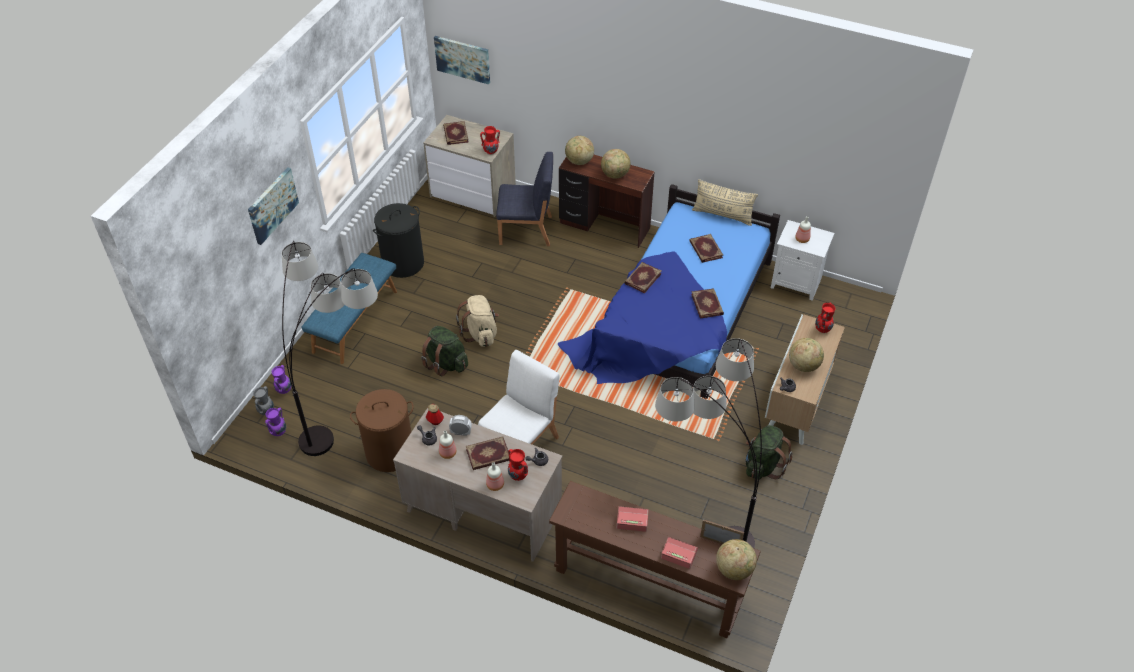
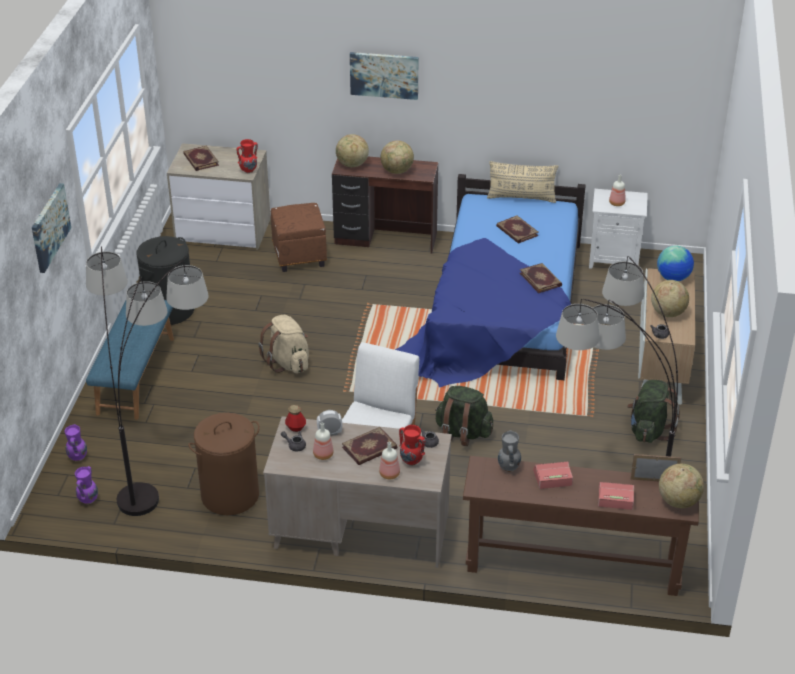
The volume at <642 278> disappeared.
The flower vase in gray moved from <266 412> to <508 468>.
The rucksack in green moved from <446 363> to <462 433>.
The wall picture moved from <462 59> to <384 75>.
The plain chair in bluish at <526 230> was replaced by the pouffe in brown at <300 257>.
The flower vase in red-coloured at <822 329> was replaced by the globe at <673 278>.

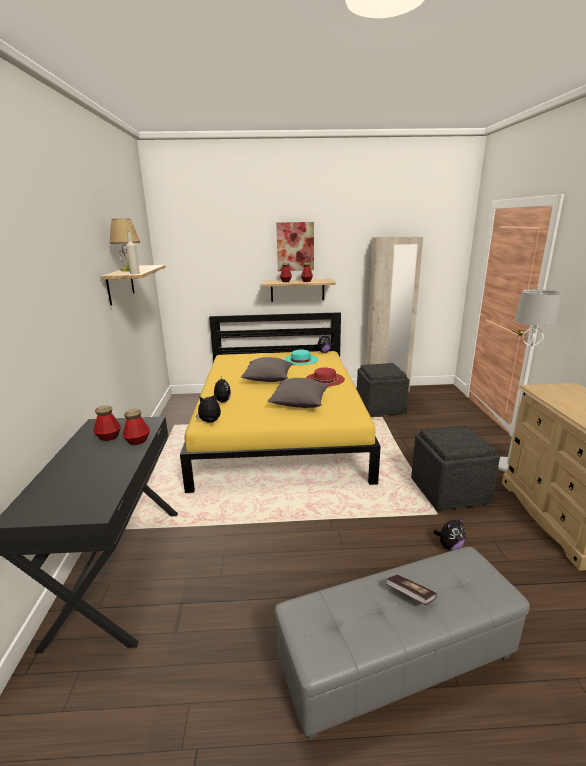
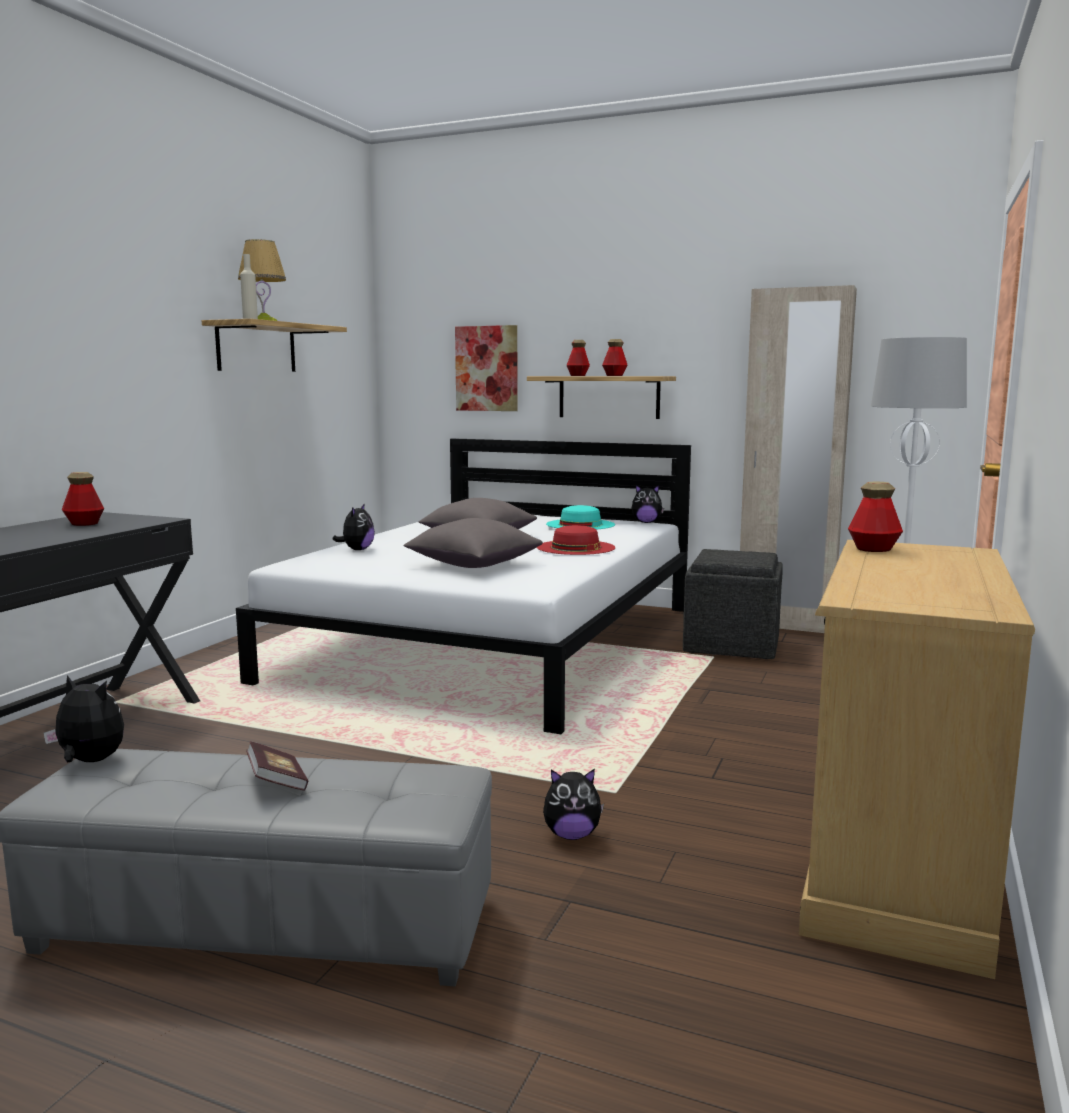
The pouffe in gray at <449 490> disappeared.
The beverage bottle moved from <137 441> to <873 549>.
The cuddly toy moved from <210 422> to <89 762>.
The wall picture moved from <295 246> to <487 368>.
The sleeping bed in yellowish at <280 429> became the sleeping bed in white-coloured at <495 642>.

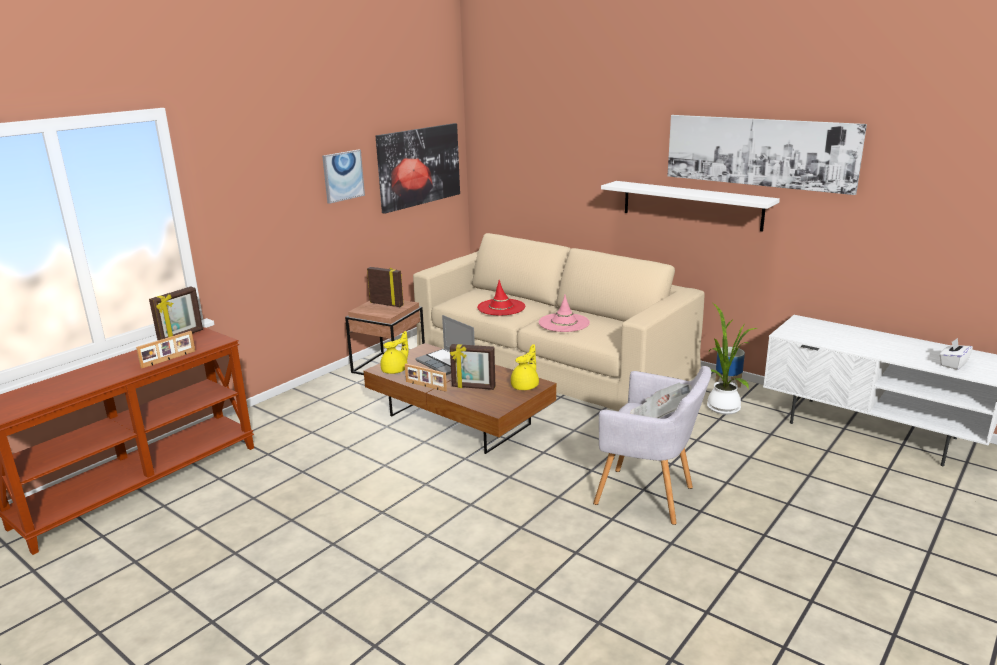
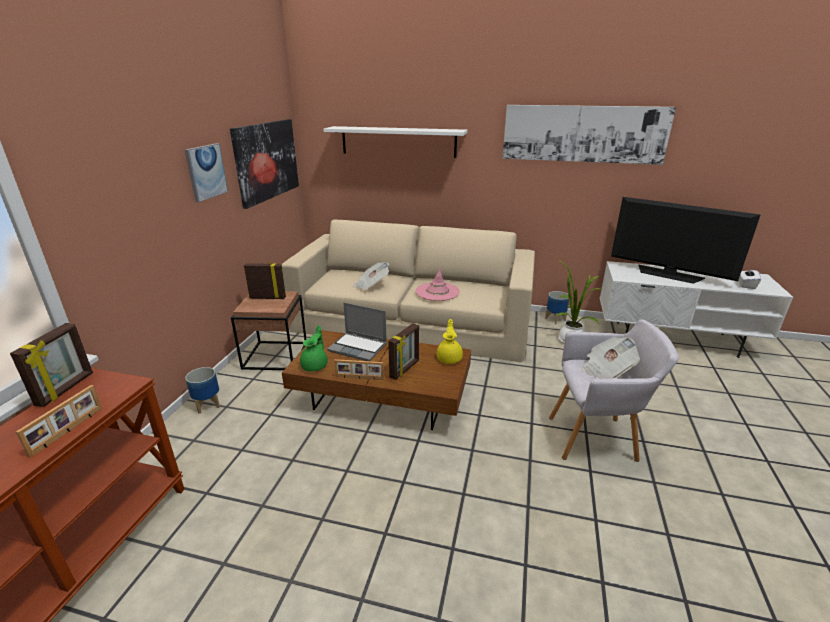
The plant pot at <207 405> appeared.
The TV at <668 275> appeared.
The shelf in white-coloured moved from <691 205> to <398 141>.
The hat in red-coloured at <501 307> was replaced by the newspaper at <371 285>.
The teapot in yellowish at <396 370> became the teapot in green at <315 365>.
The photo frame at <473 387> turned 45 degrees counterclockwise.

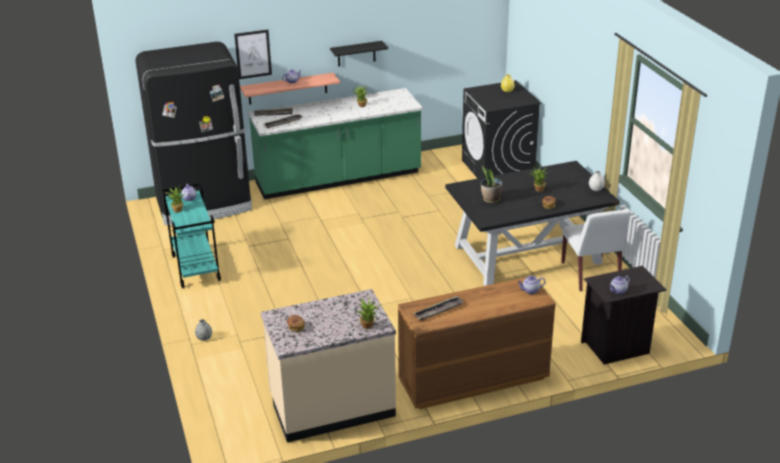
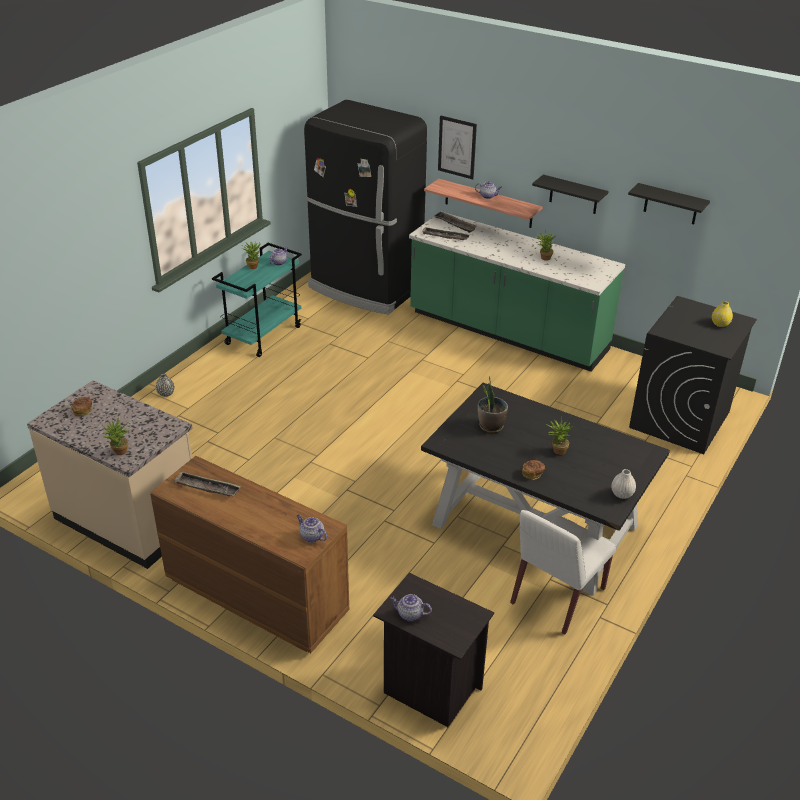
The shelf in black at <671 204> appeared.

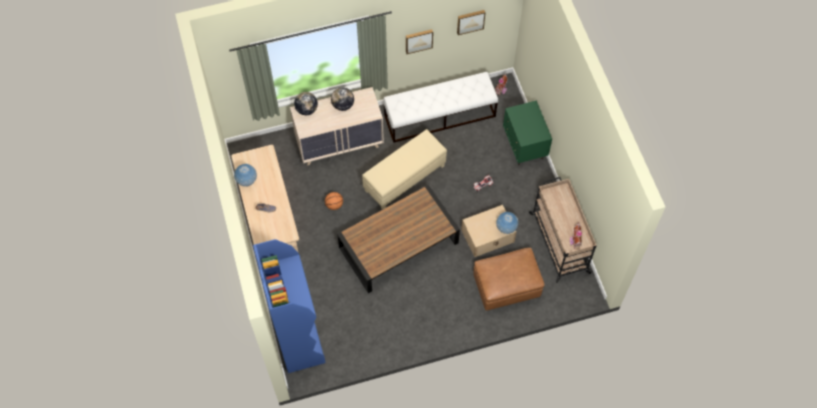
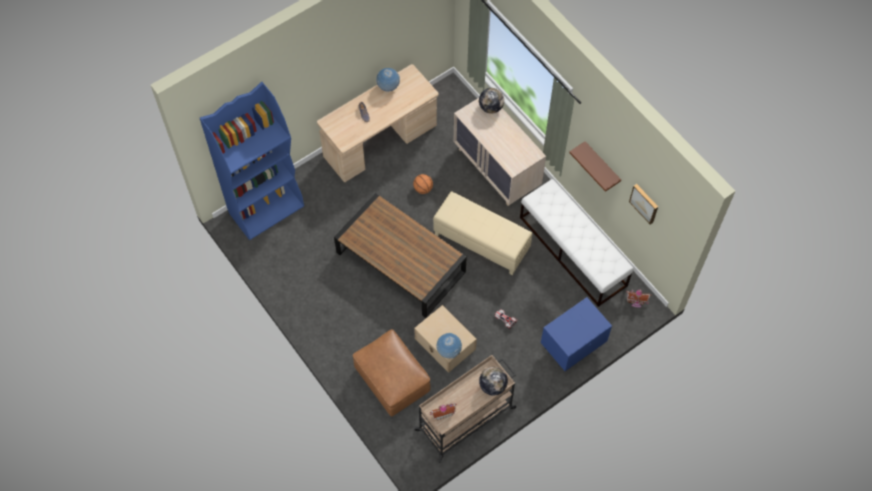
The globe moved from <343 105> to <492 386>.
The wall picture at <418 40> was replaced by the shelf in brown at <601 165>.
The nightstand in green at <524 147> became the nightstand in bluish at <572 348>.

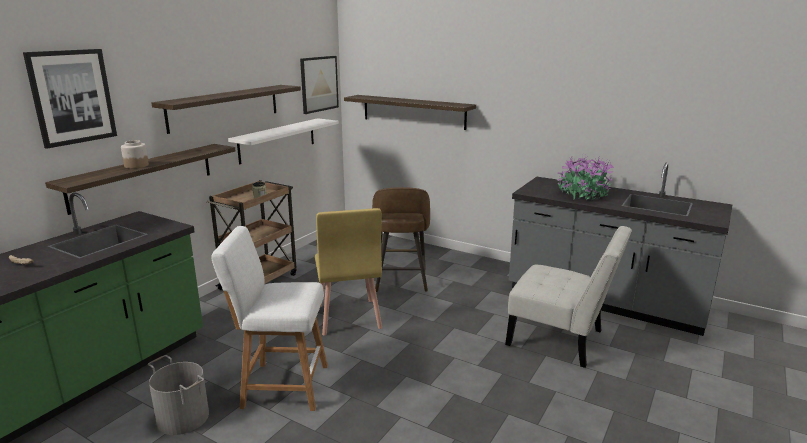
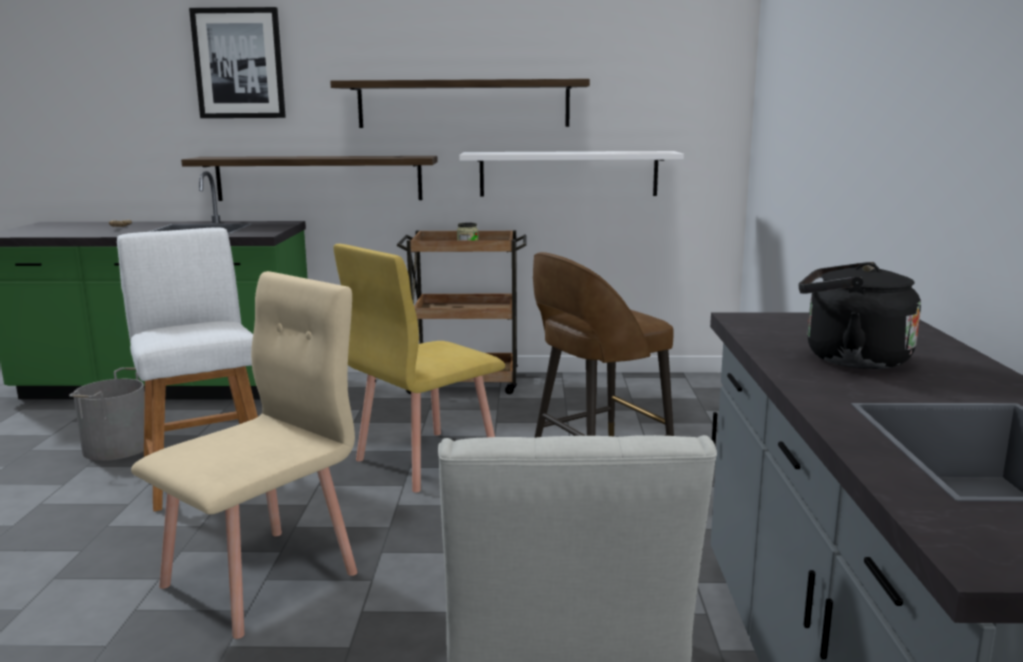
The jar at <136 165> disappeared.
The wall picture at <319 84> disappeared.
The shelf at <413 111> disappeared.
The plain chair in sand-coloured at <262 579> appeared.
The potted plant at <582 195> was replaced by the tea kettle in black at <849 359>.

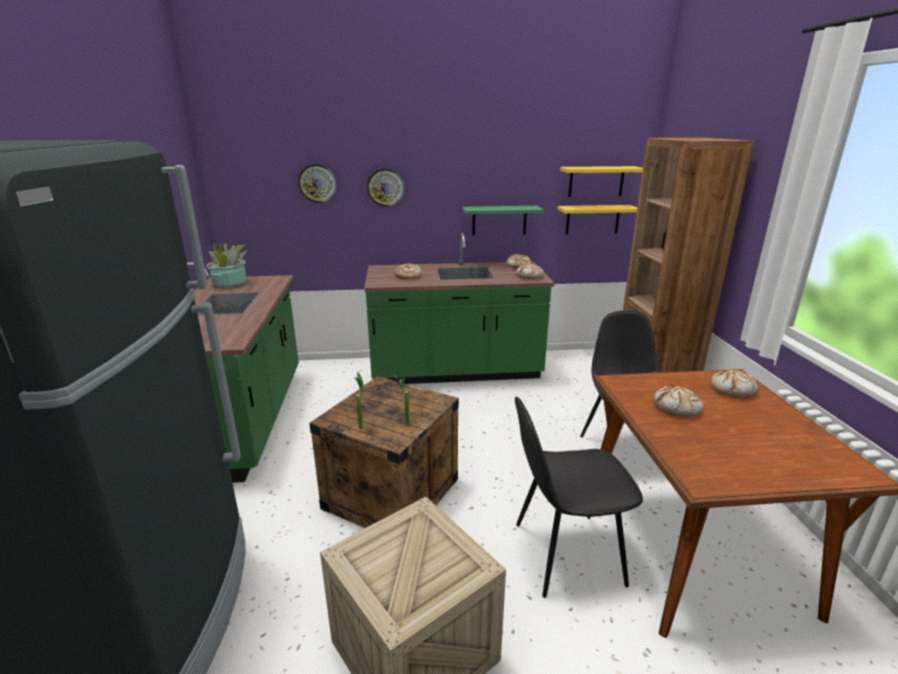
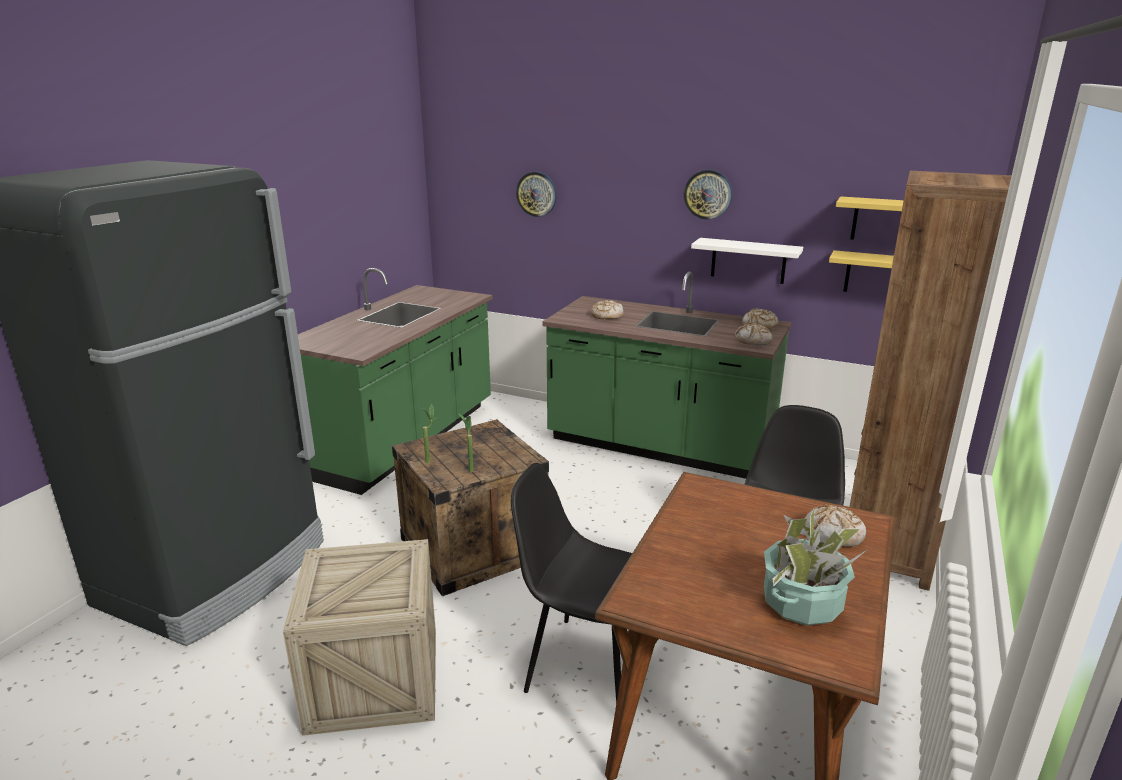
The bread at <677 408> disappeared.
The potted plant moved from <230 283> to <802 603>.
The hanging clock moved from <385 187> to <708 194>.
The shelf in green at <499 220> became the shelf in white-coloured at <748 261>.

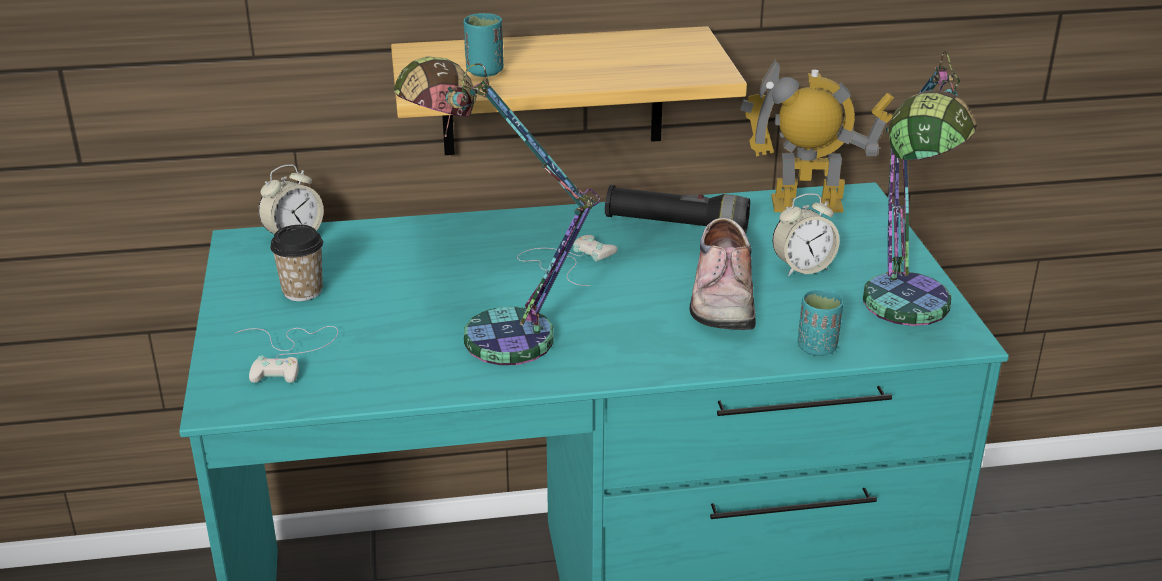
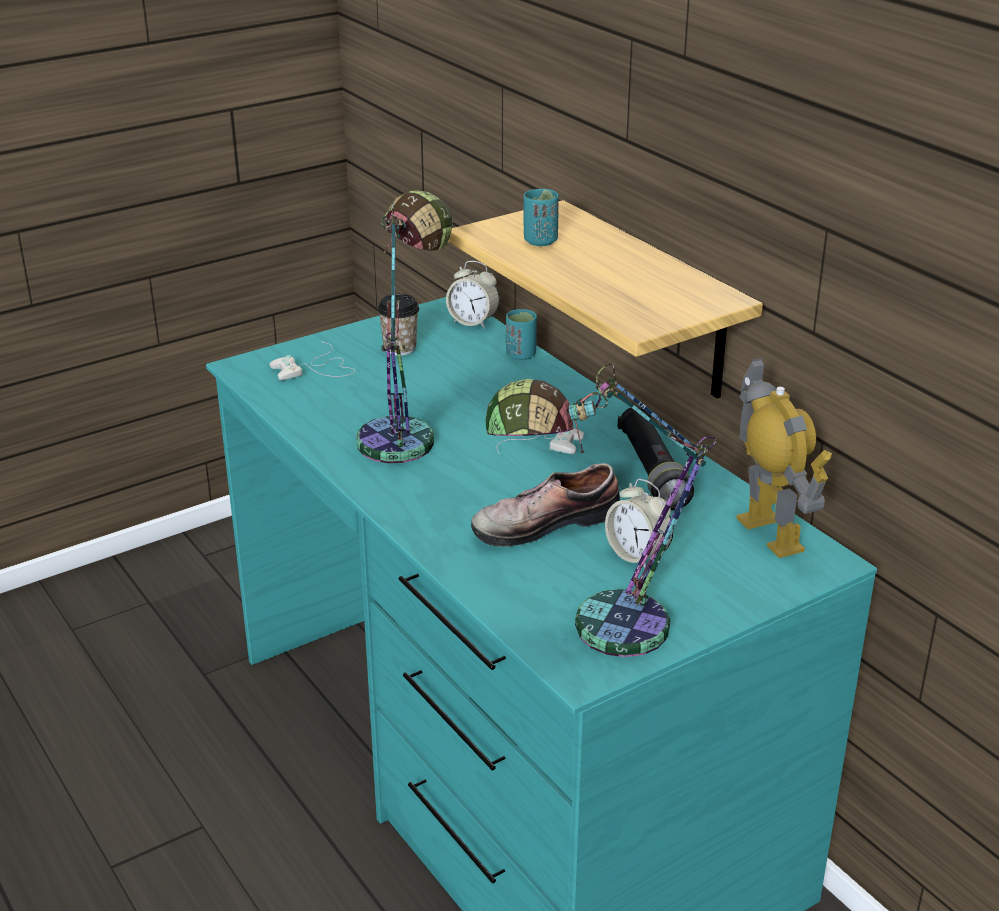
The small cup in blue-green moved from <817 348> to <521 355>.

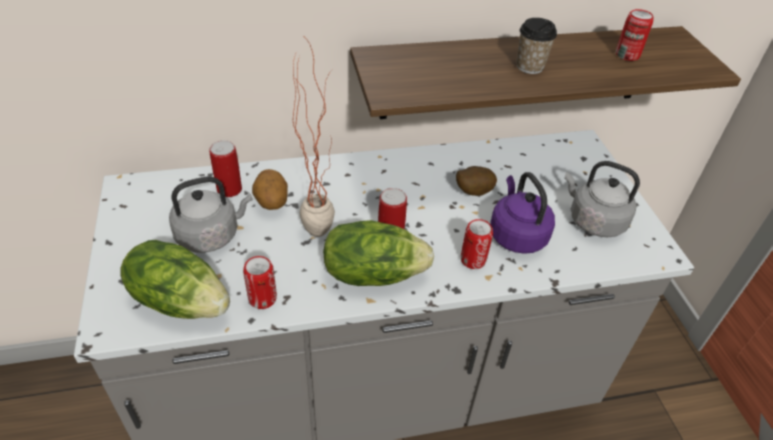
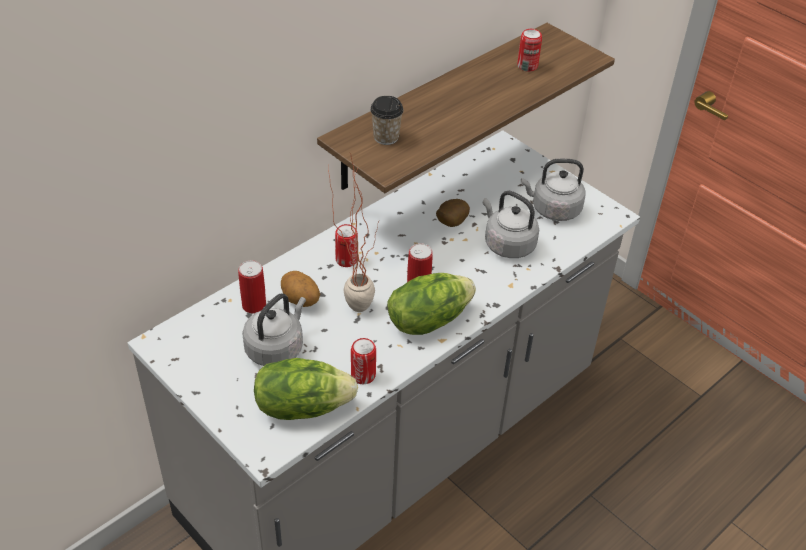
The metal can moved from <473 260> to <346 260>.
The small cup moved from <529 67> to <386 137>.
The tea kettle in purplish at <516 234> became the tea kettle in gray at <507 244>.

